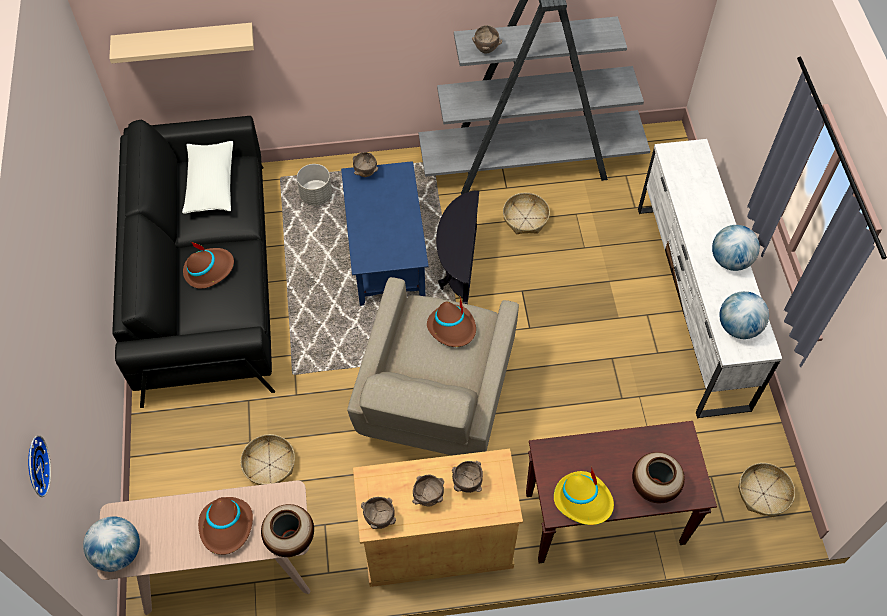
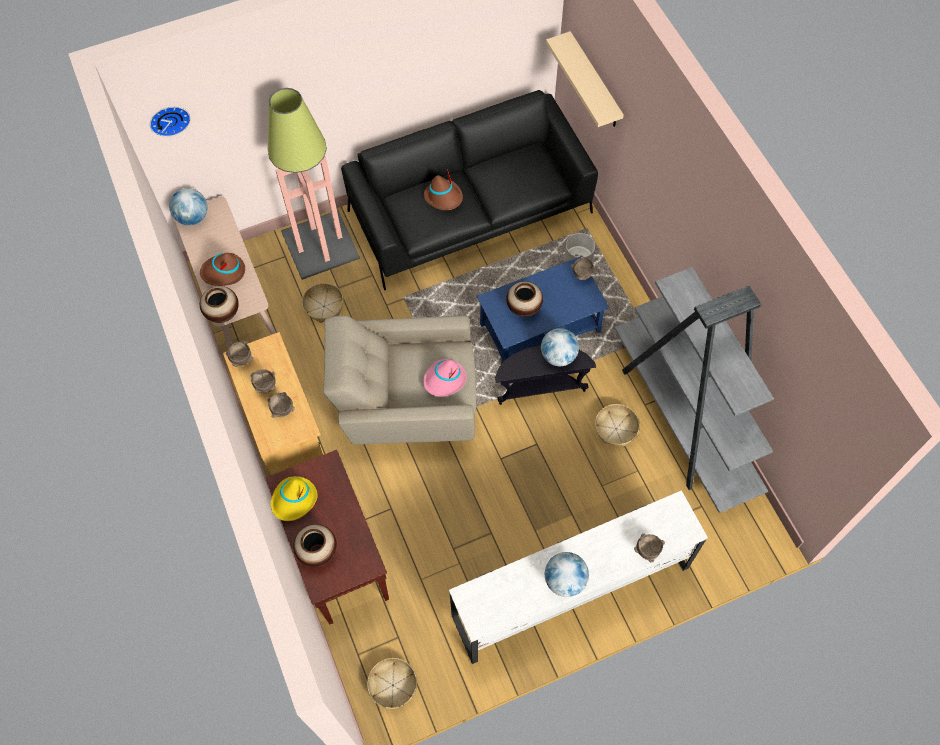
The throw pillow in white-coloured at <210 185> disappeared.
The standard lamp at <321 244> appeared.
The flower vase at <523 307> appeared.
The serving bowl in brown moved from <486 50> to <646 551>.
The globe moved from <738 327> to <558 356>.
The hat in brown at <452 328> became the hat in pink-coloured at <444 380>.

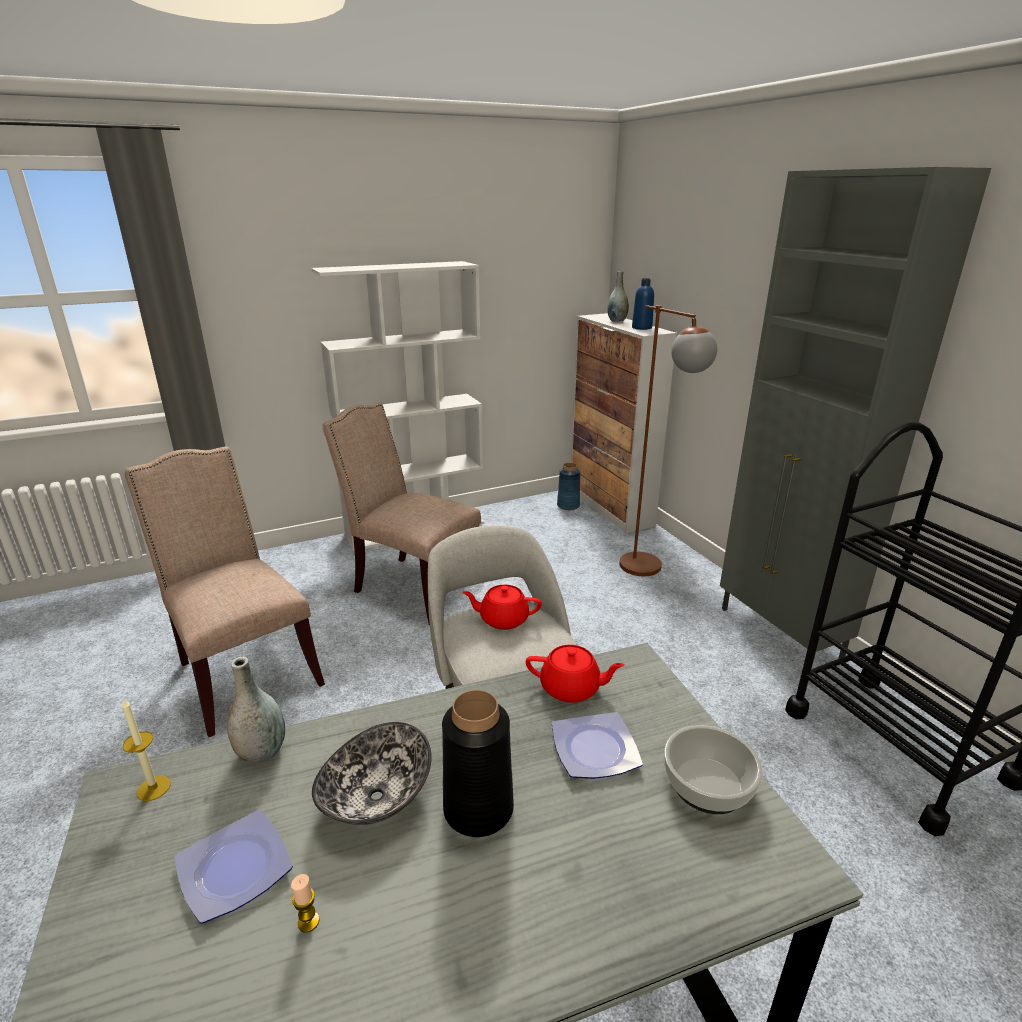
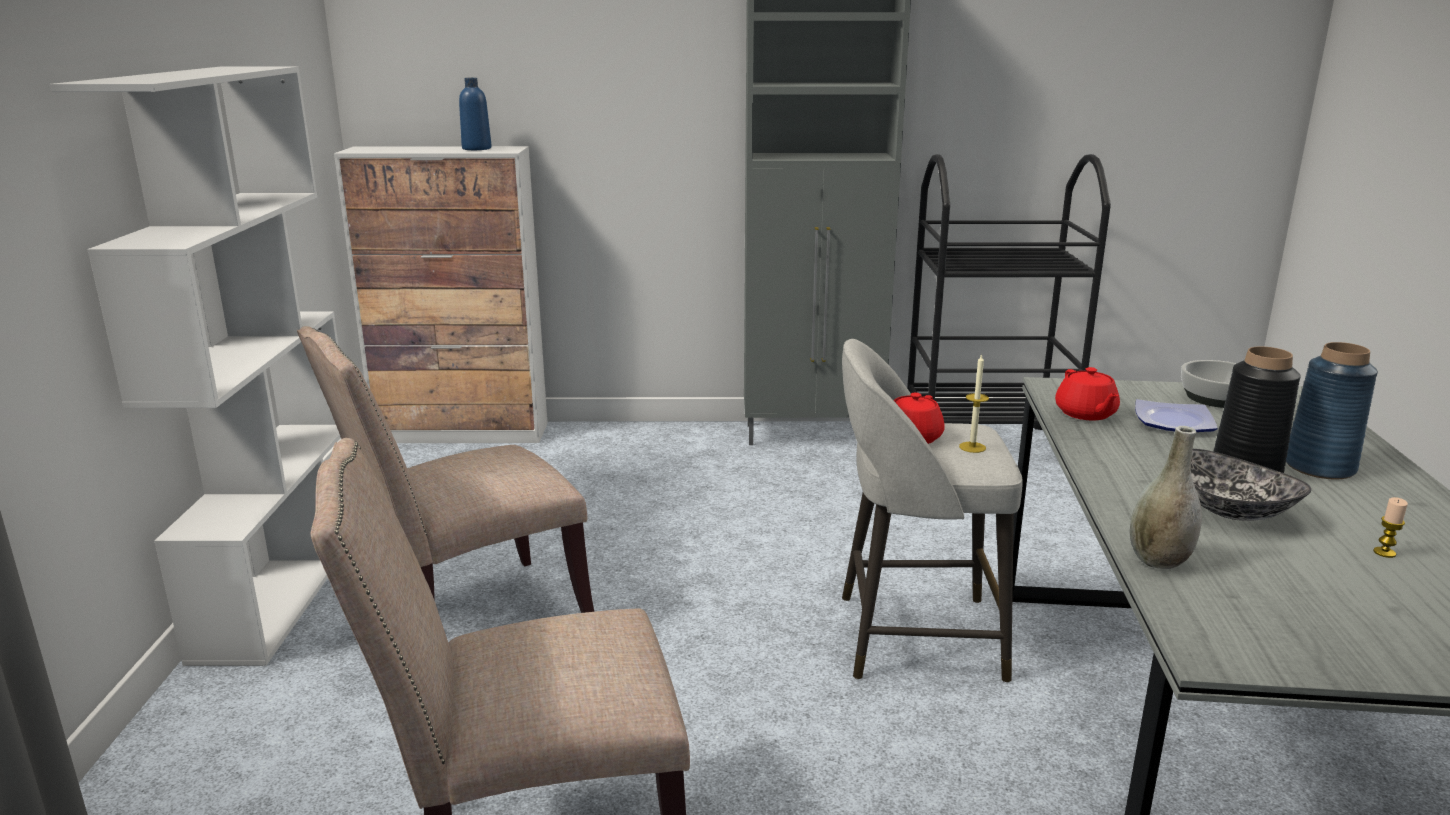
The dinner plate at <232 869> disappeared.
The flower vase in gray at <617 321> disappeared.
The standard lamp in brown at <650 572> disappeared.
The wax light moved from <153 788> to <972 447>.
The flower vase in bluish moved from <568 505> to <1319 467>.
The teapot in red-coloured at <571 688> turned 135 degrees clockwise.

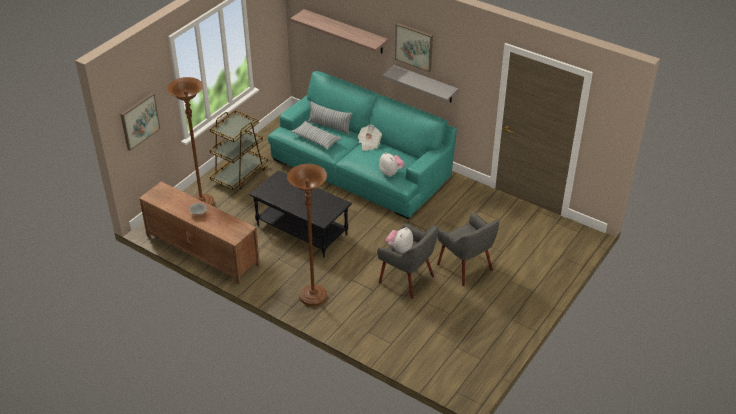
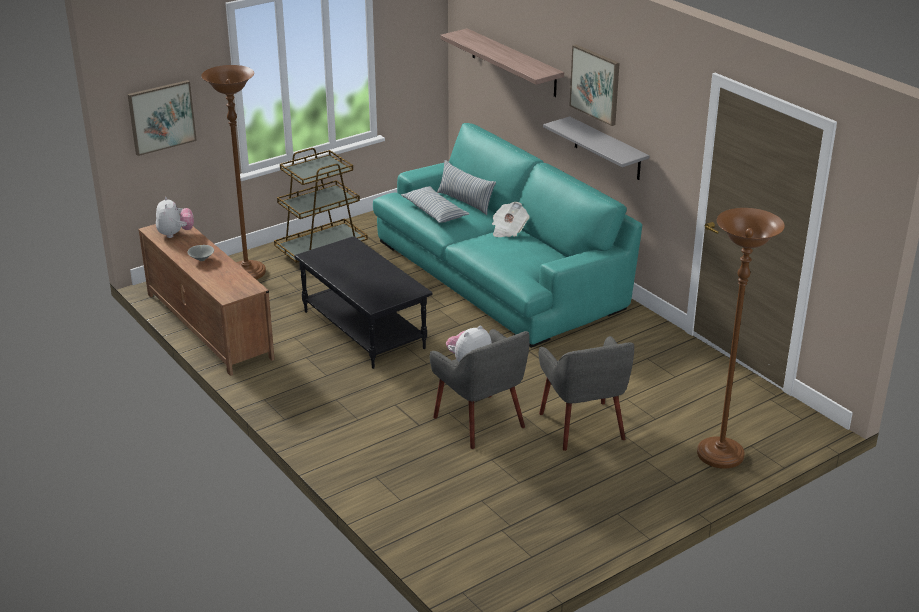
The standard lamp in brown moved from <313 296> to <720 455>.
The cuddly toy moved from <391 173> to <175 234>.

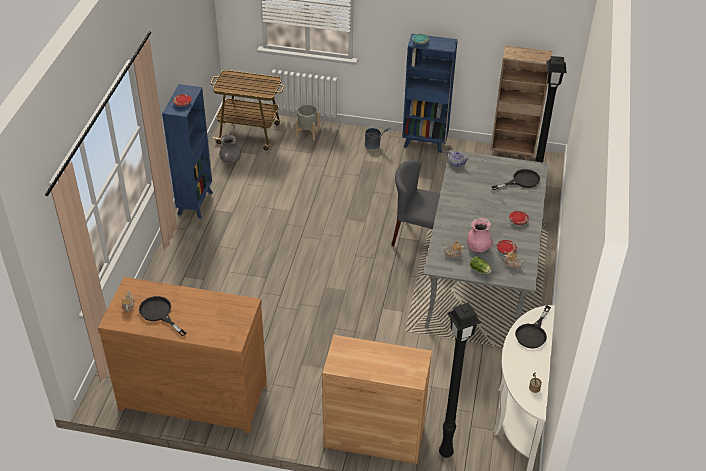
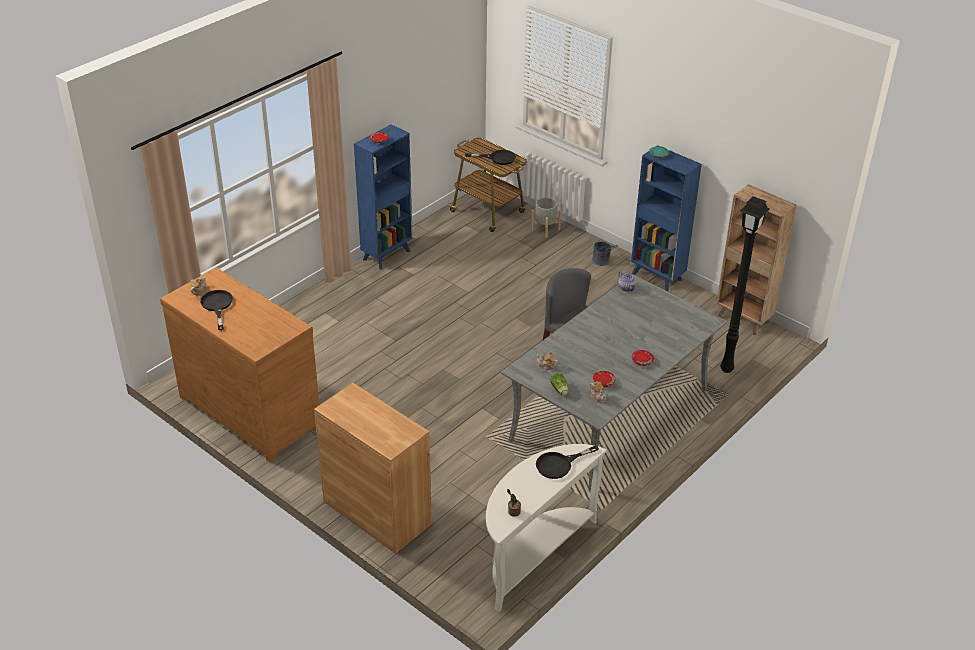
The flower vase in gray at <230 160> disappeared.
The standard lamp in black at <445 454> disappeared.
The flower vase in pink-coloured at <478 247> disappeared.
The frying pan in black moved from <521 181> to <497 158>.

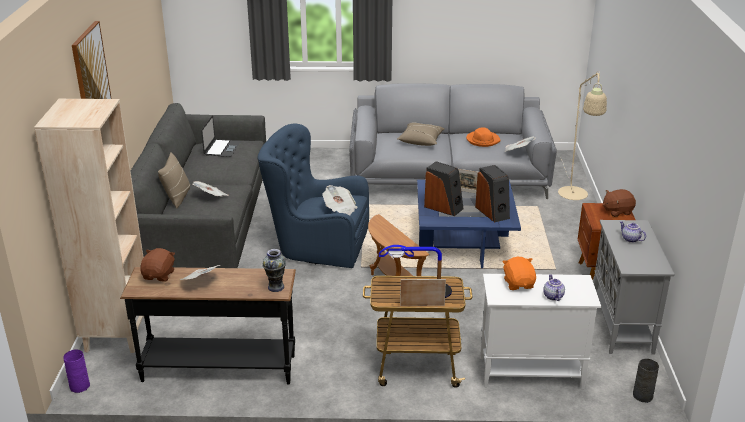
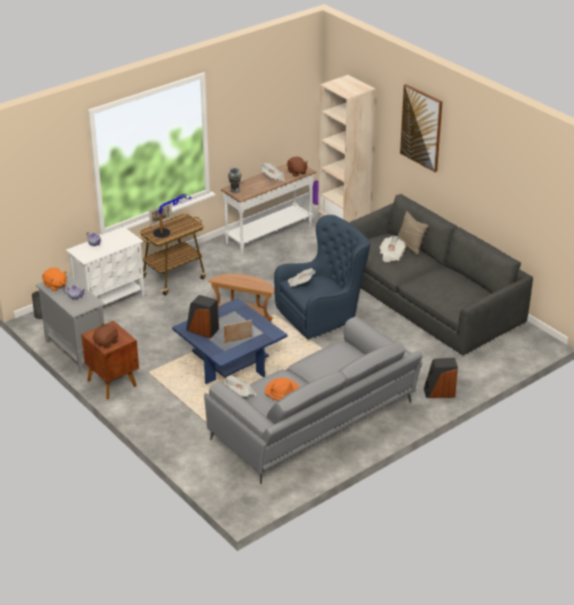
The portable computer at <222 148> disappeared.
The throw pillow in sand-coloured at <421 140> disappeared.
The standard lamp in sand-coloured at <574 197> disappeared.
The speaker moved from <443 207> to <439 392>.
The cuddly toy in orange moved from <518 284> to <55 285>.
The hall table in black at <219 367> became the hall table in white-coloured at <269 234>.

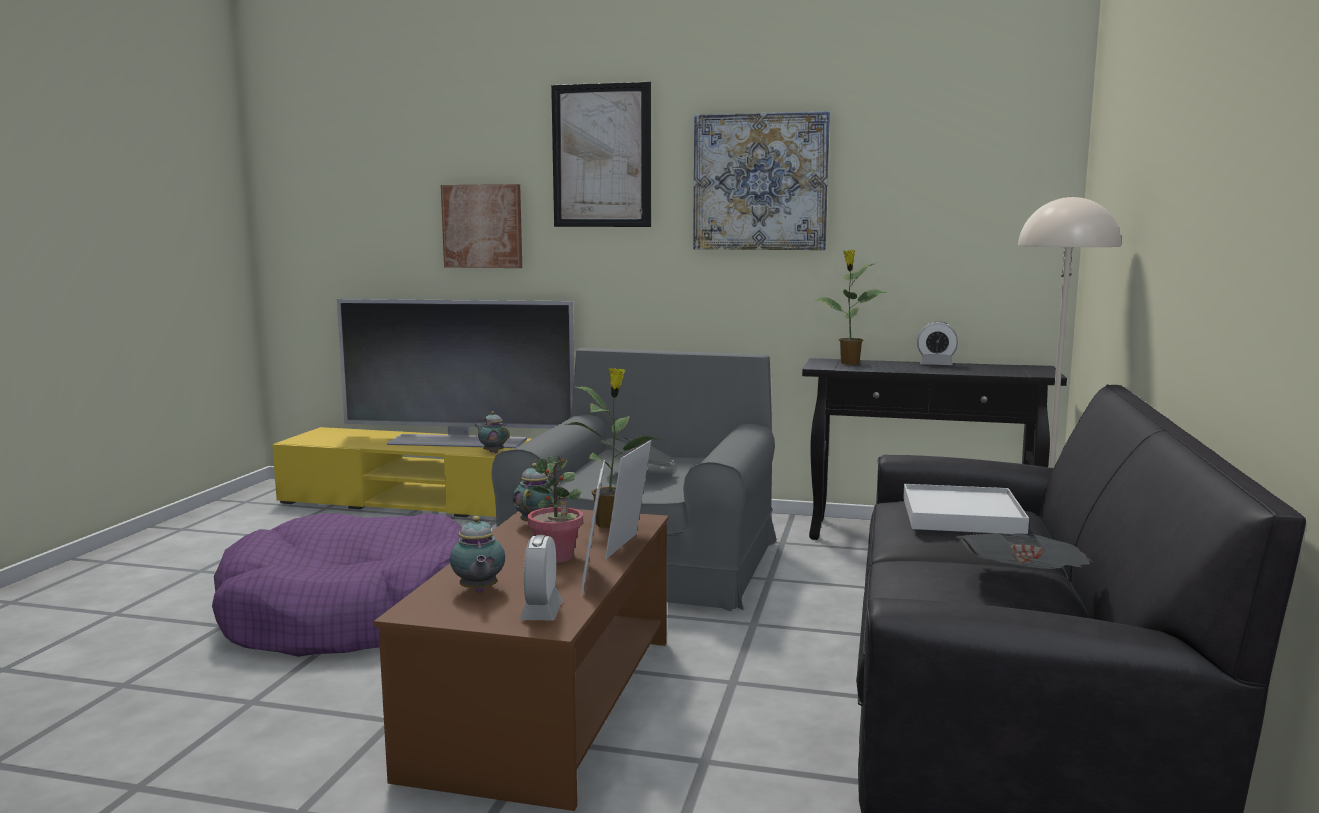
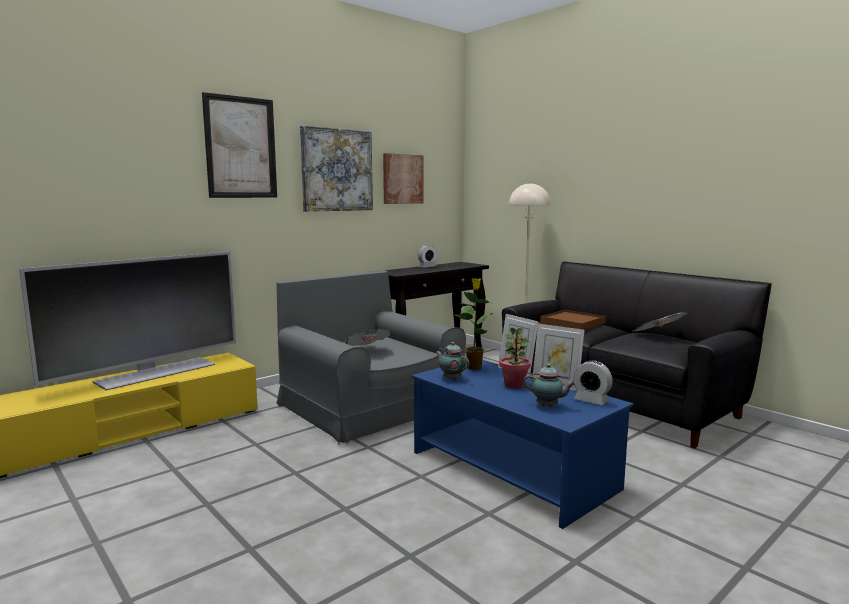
The dog cushion in purplish at <353 615> disappeared.
The teapot at <492 452> disappeared.
The potted plant at <849 363> disappeared.
The wall picture moved from <483 226> to <402 179>.
The low table in brown at <546 704> became the low table in bluish at <513 470>.
The tray in white-coloured at <962 516> became the tray in brown at <573 323>.

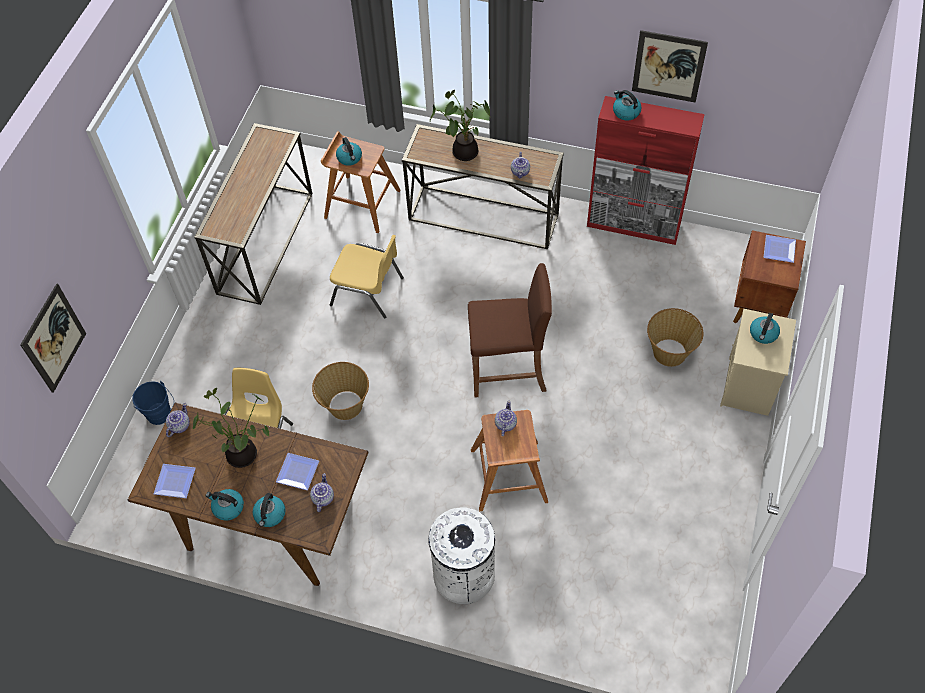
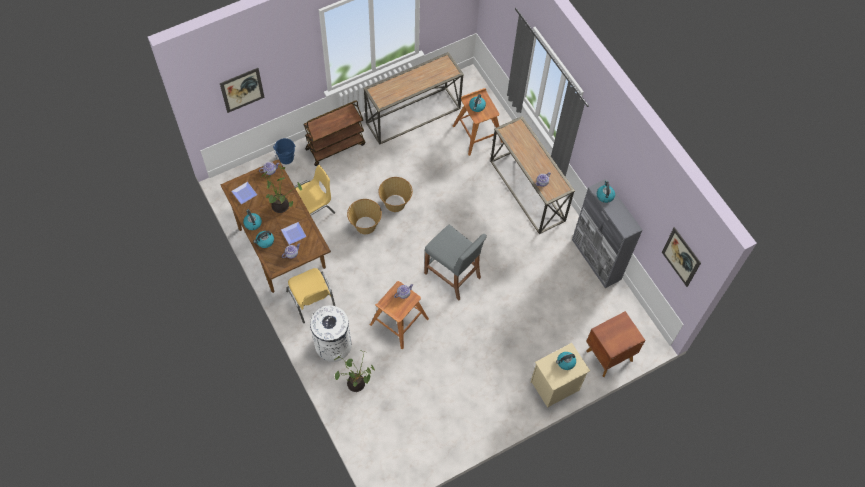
The dinner plate at <778 249> disappeared.
The trolley in brown at <335 146> appeared.
The plain chair in yellowish moved from <368 291> to <312 300>.
The potted plant moved from <463 151> to <356 382>.
The wall picture moved from <668 66> to <681 257>.
The household basket moved from <670 352> to <395 203>.
The stool in brown at <508 371> became the stool in gray at <452 275>.
The cabinet in red-coloured at <634 225> became the cabinet in gray at <596 260>.

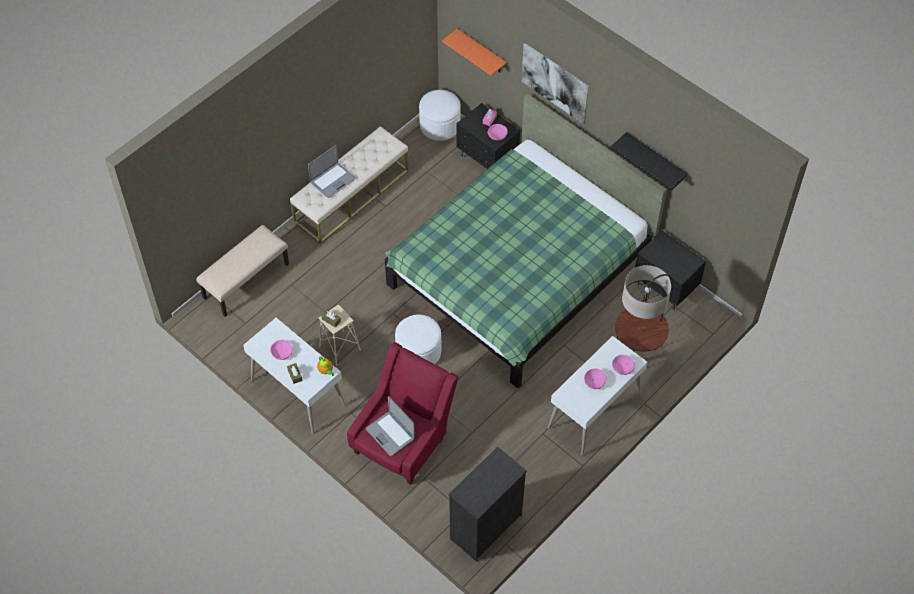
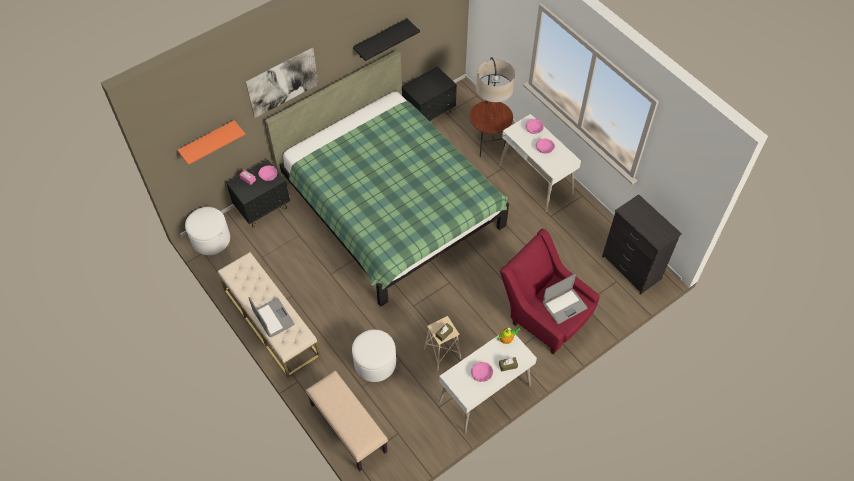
The pouffe in white-coloured moved from <418 351> to <375 363>.

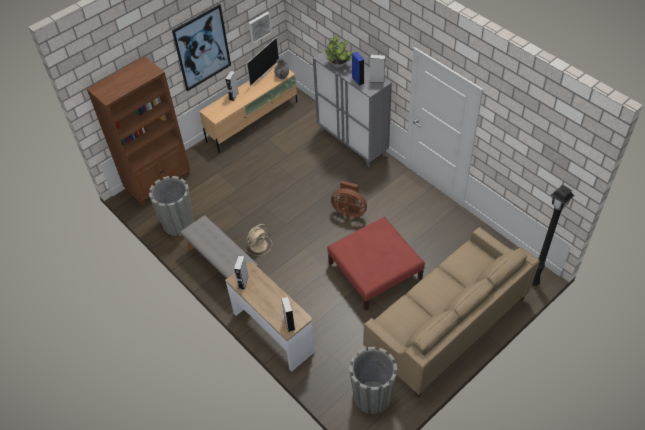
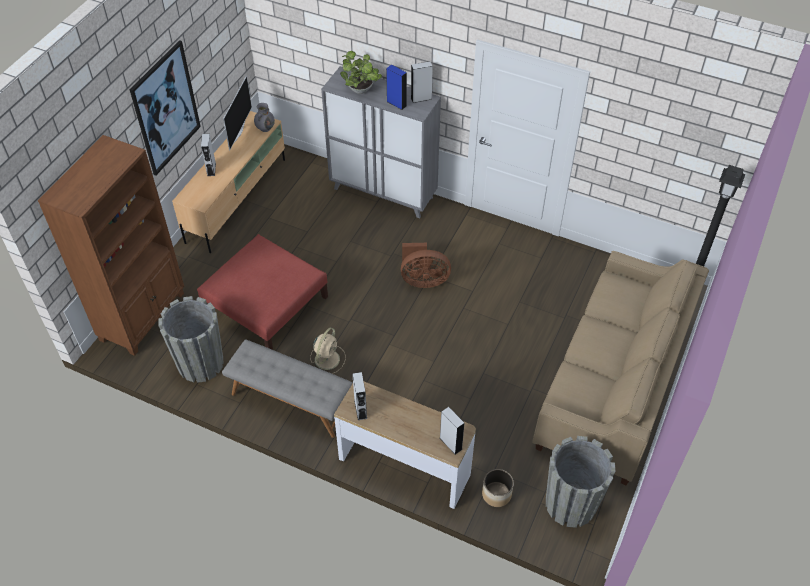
The wall picture at <259 27> disappeared.
The plant pot at <496 494> appeared.
The pouffe in red-coloured moved from <375 271> to <266 305>.

